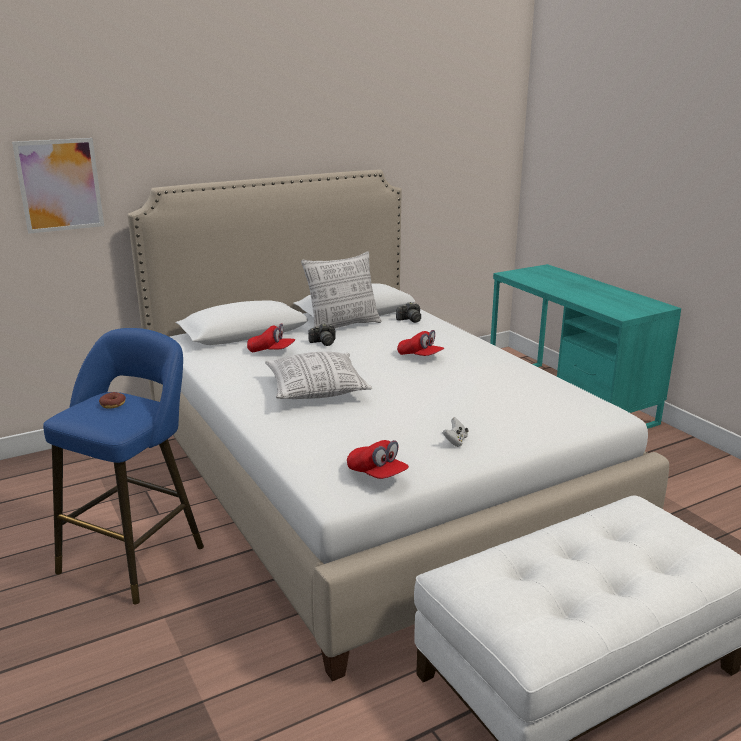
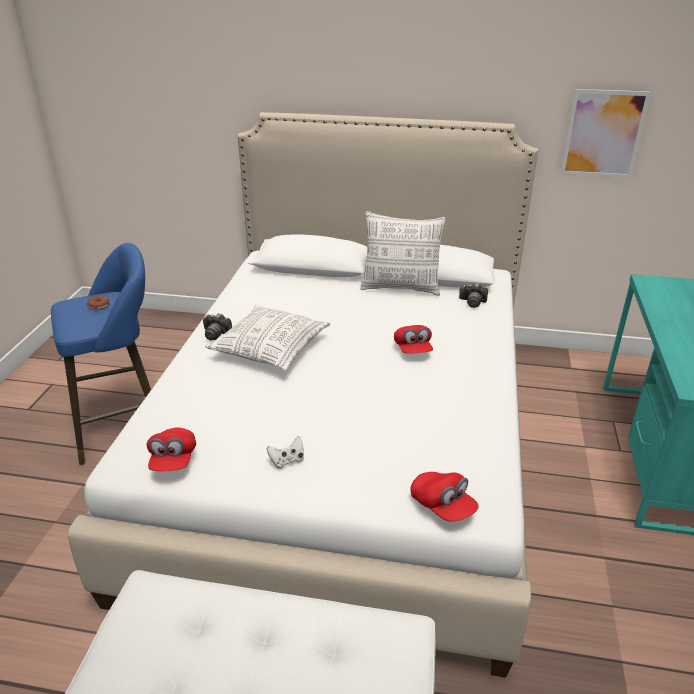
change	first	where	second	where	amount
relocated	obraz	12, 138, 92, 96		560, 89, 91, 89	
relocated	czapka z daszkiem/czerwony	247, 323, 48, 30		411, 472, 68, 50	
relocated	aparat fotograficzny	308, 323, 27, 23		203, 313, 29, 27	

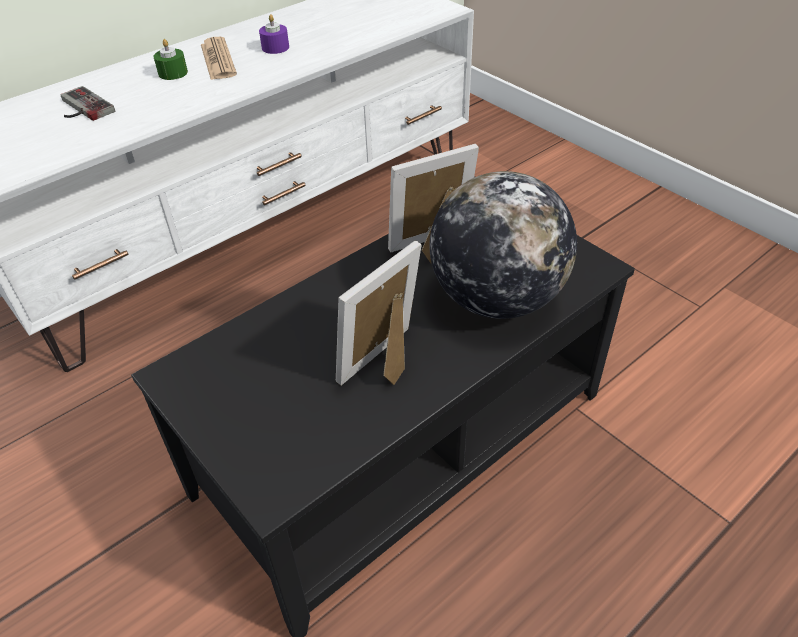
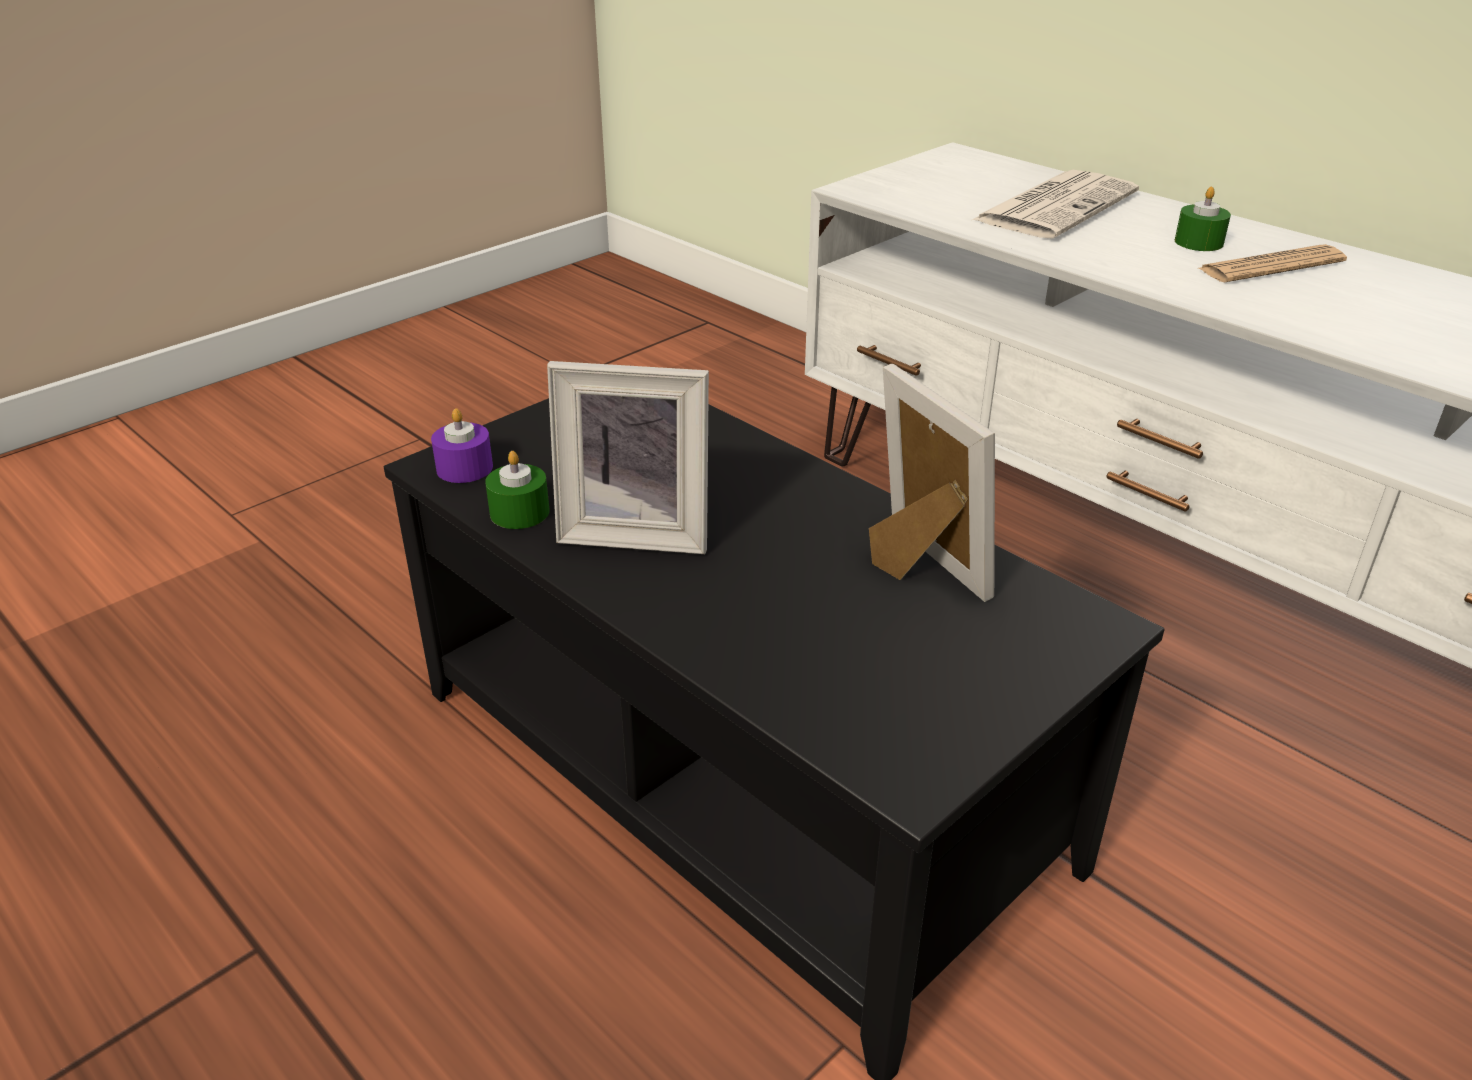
change	first	where	second	where	amount
missing	globus	429, 171, 148, 148			
appeared			świeca/zielony	485, 451, 64, 78	
relocated	świeca/fioletowy	259, 14, 30, 40		431, 408, 62, 75	
exchanged	pad do gier	60, 86, 56, 35	gazeta	972, 170, 167, 69	
spun	ramka na zdjęcie	336, 241, 86, 144		547, 361, 162, 193	150 degrees clockwise

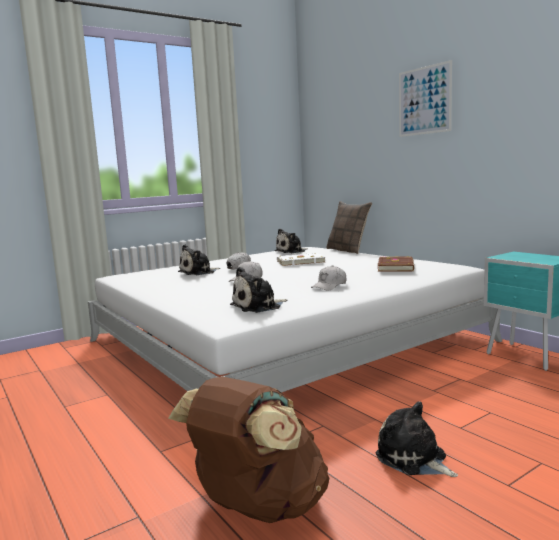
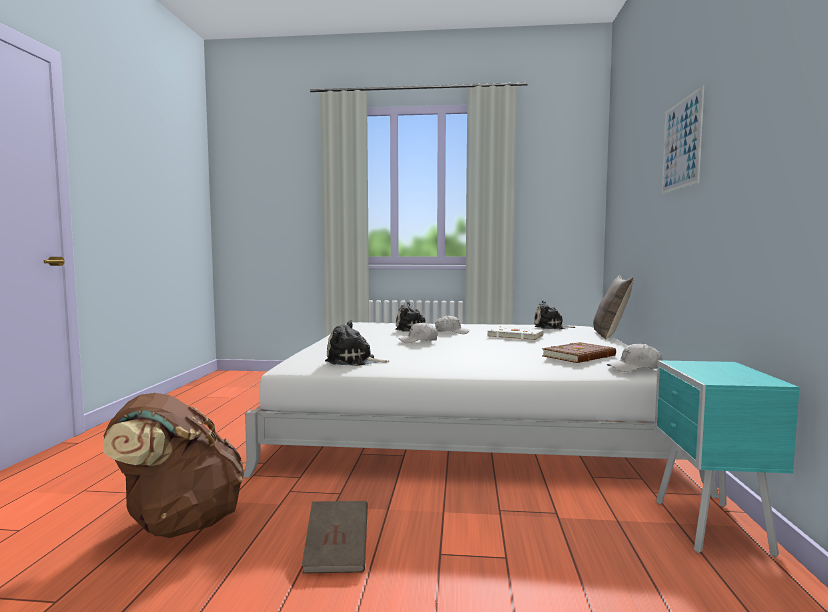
change	first	where	second	where	amount
relocated	czapka z daszkiem/biały	311, 265, 36, 26		607, 343, 56, 29	
exchanged	pluszak	376, 401, 82, 76	książka/brązowy	302, 501, 66, 73	

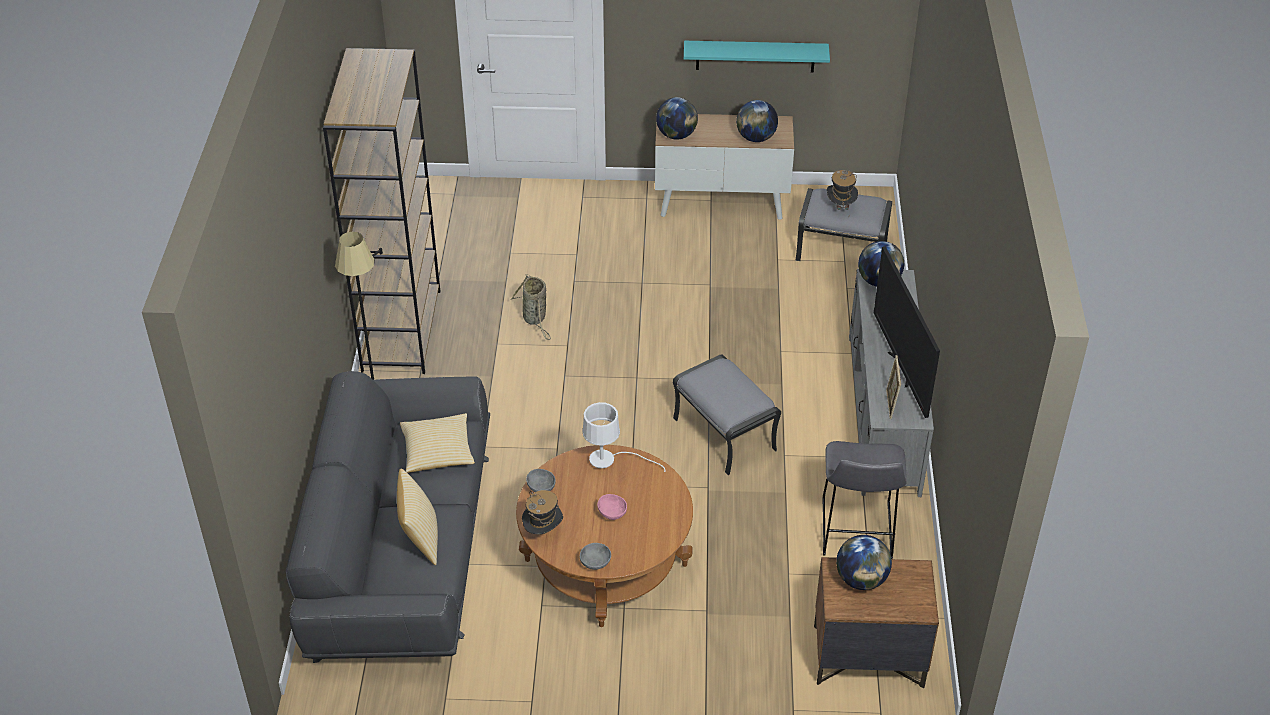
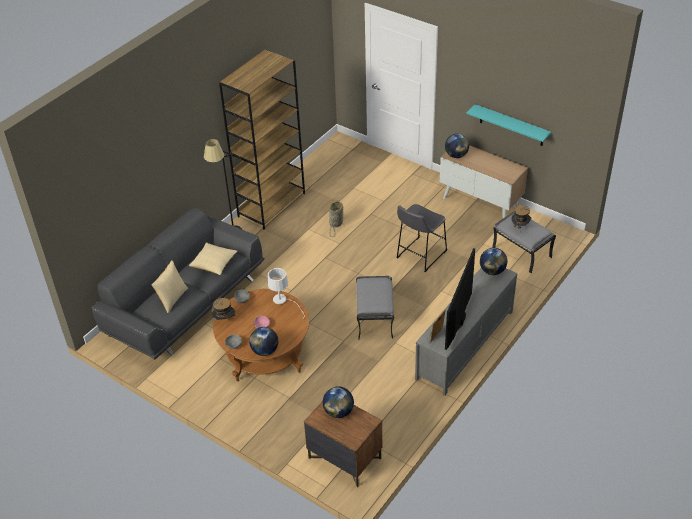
change	first	where	second	where	amount
relocated	globus	736, 100, 42, 42		249, 327, 29, 29	
relocated	stołek/szary	823, 441, 84, 118		396, 204, 51, 68	

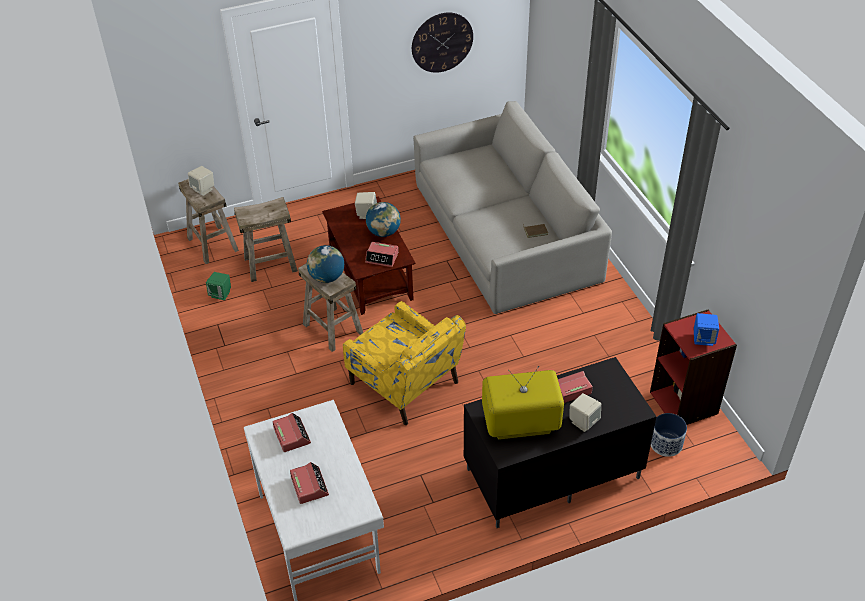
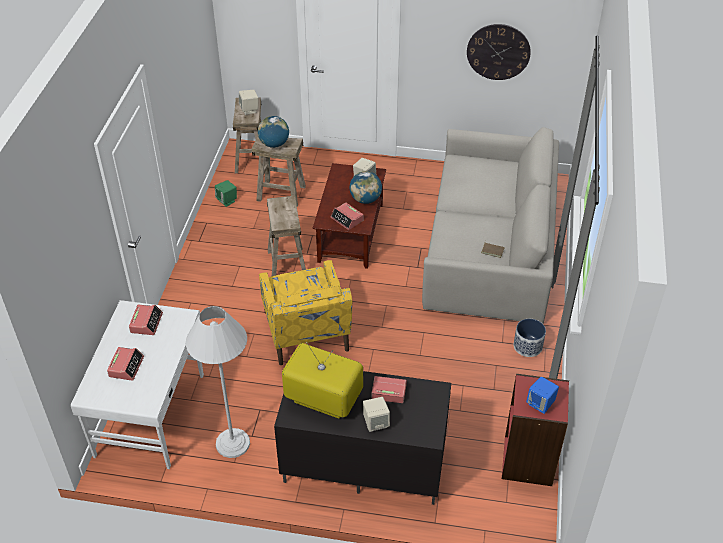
change	first	where	second	where	amount
appeared			lampa stojąca/biały	186, 306, 64, 152	
relocated	globus	307, 245, 37, 38		258, 116, 31, 32	
relocated	donica	651, 413, 36, 44		514, 319, 32, 38	

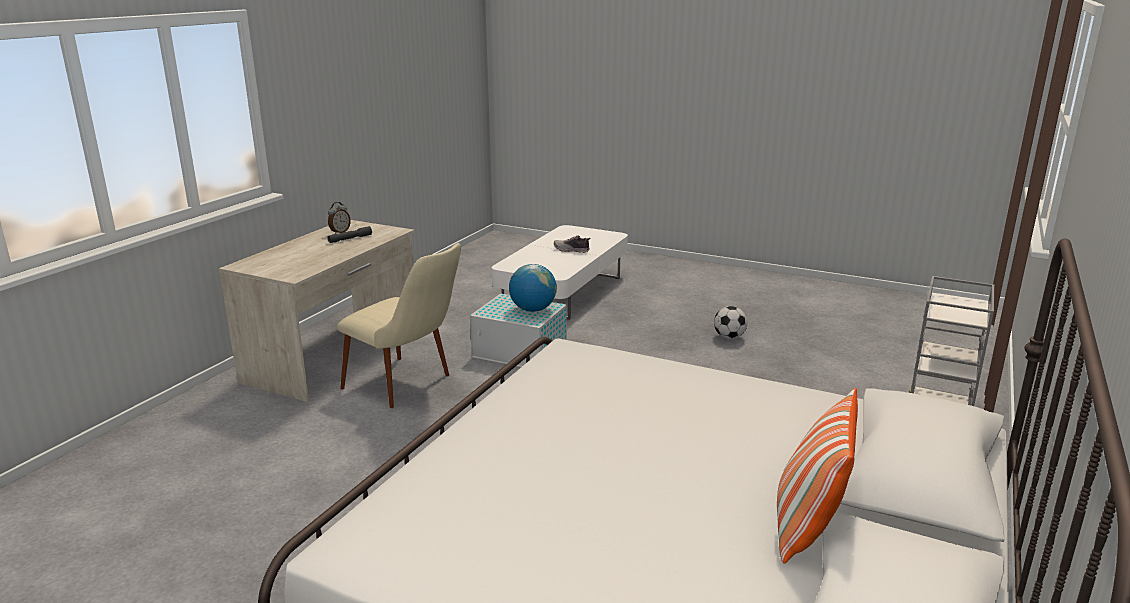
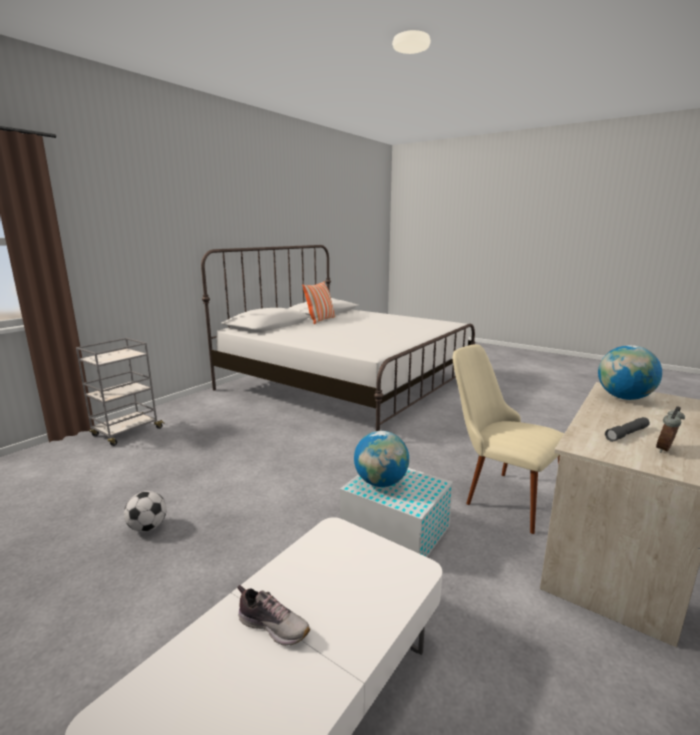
change	first	where	second	where	amount
appeared			globus	598, 345, 64, 55	

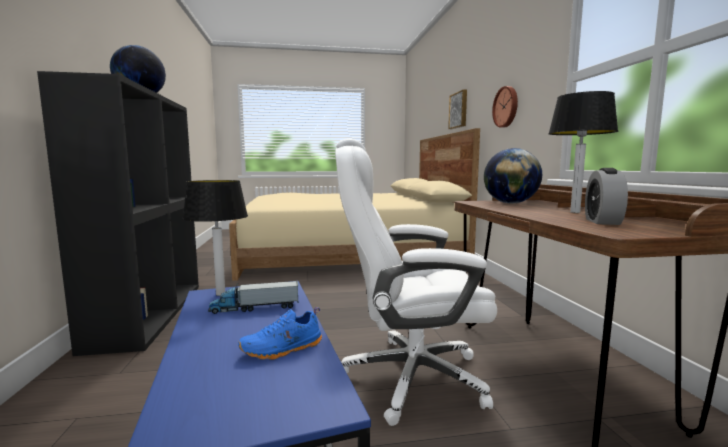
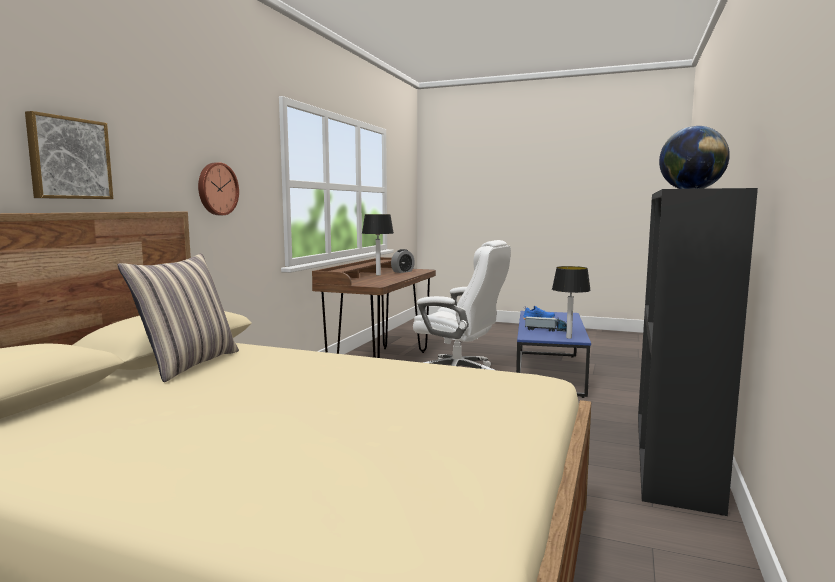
change	first	where	second	where	amount
missing	globus	484, 148, 58, 55			
appeared			poduszka	118, 253, 121, 129	

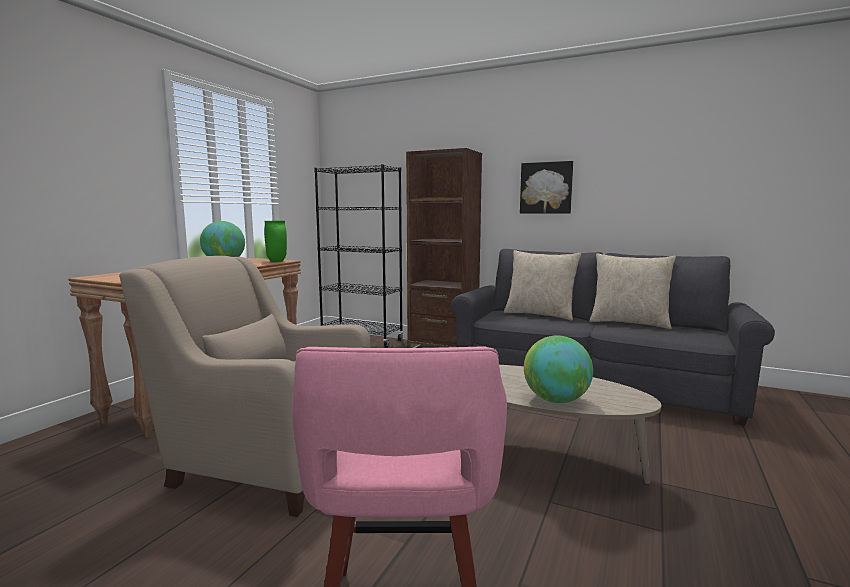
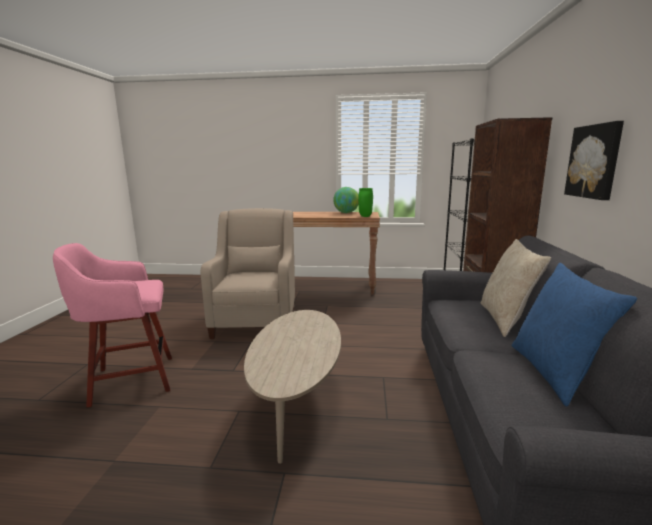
change	first	where	second	where	amount
missing	globus	524, 336, 69, 67			
colour	poduszka/beżowy	590, 254, 86, 75	poduszka/niebieski	512, 263, 125, 144	

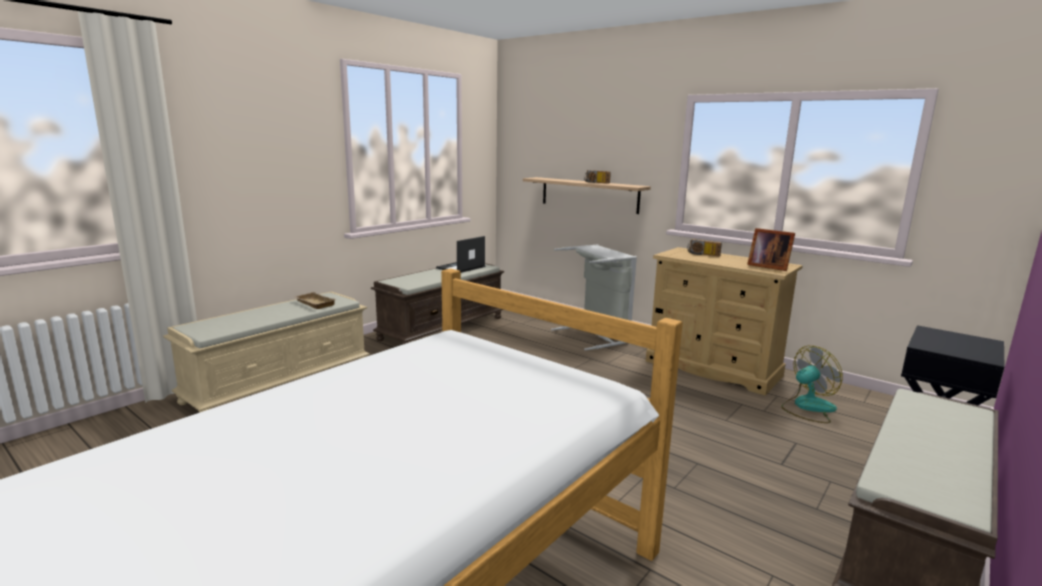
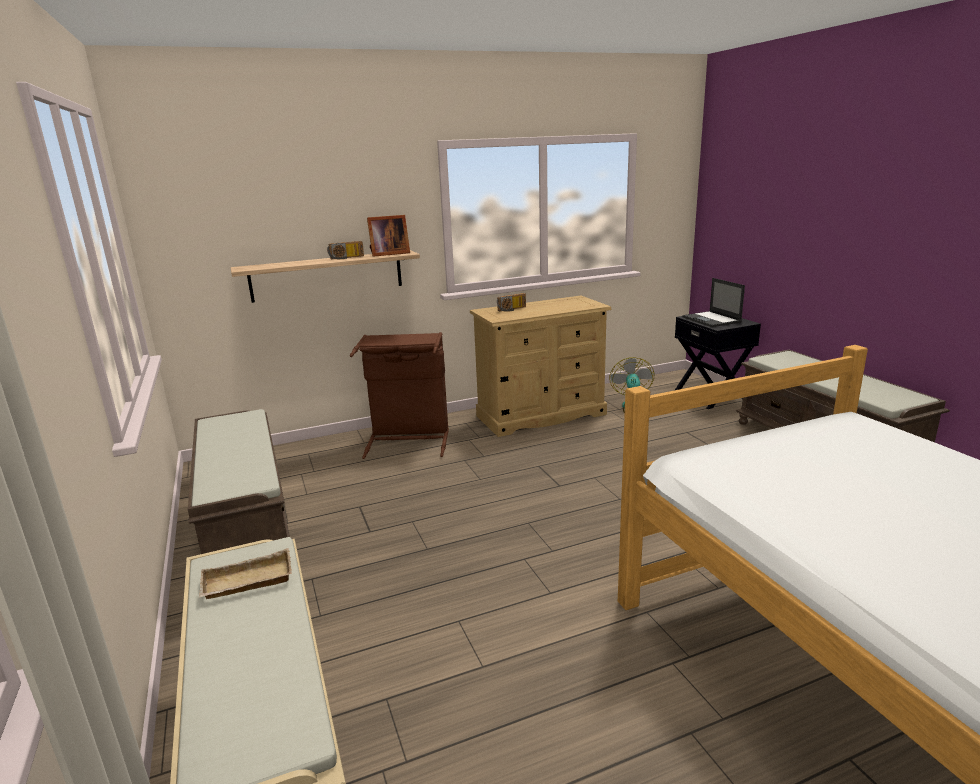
change	first	where	second	where	amount
relocated	laptop	436, 236, 49, 37		682, 278, 63, 49	
relocated	ramka na zdjęcie	747, 228, 48, 43		367, 215, 43, 42	
colour	kosz na pranie/szary	551, 244, 86, 107	kosz na pranie/brązowy	350, 332, 99, 127	

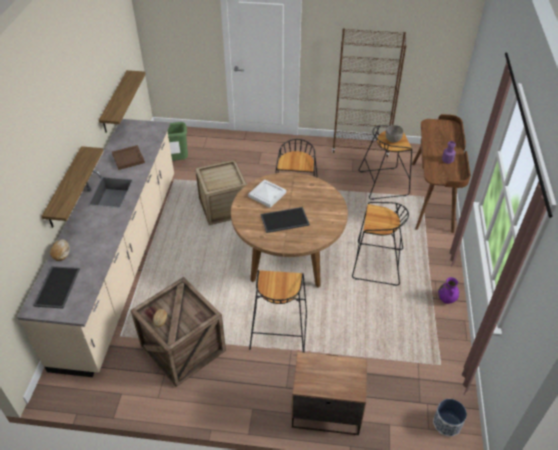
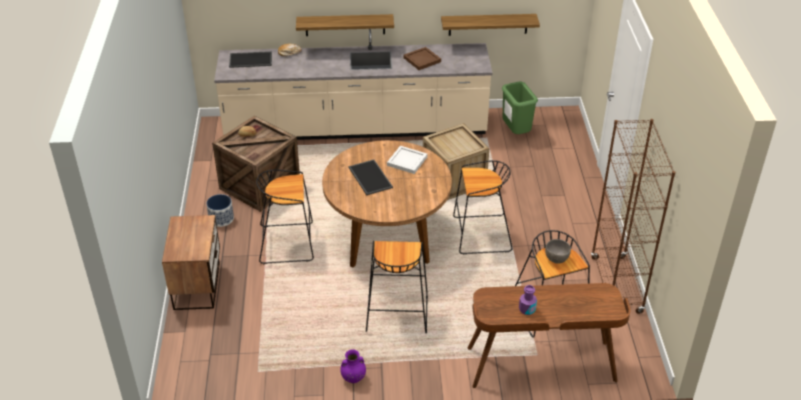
change	first	where	second	where	amount
relocated	donica	433, 399, 34, 38		206, 194, 28, 33	

